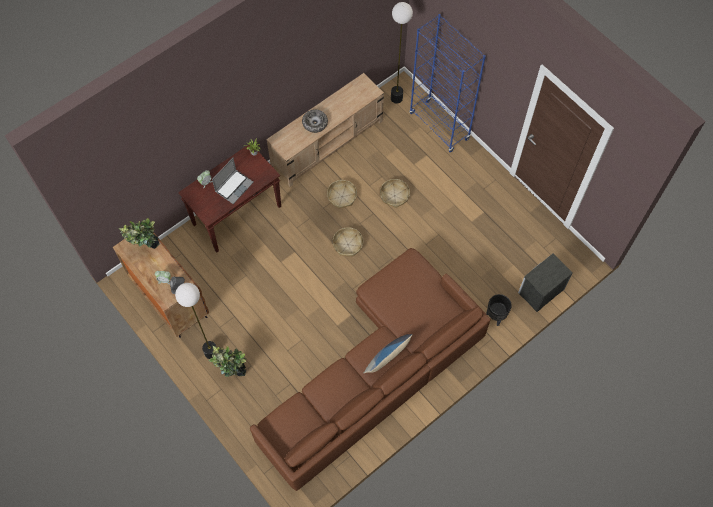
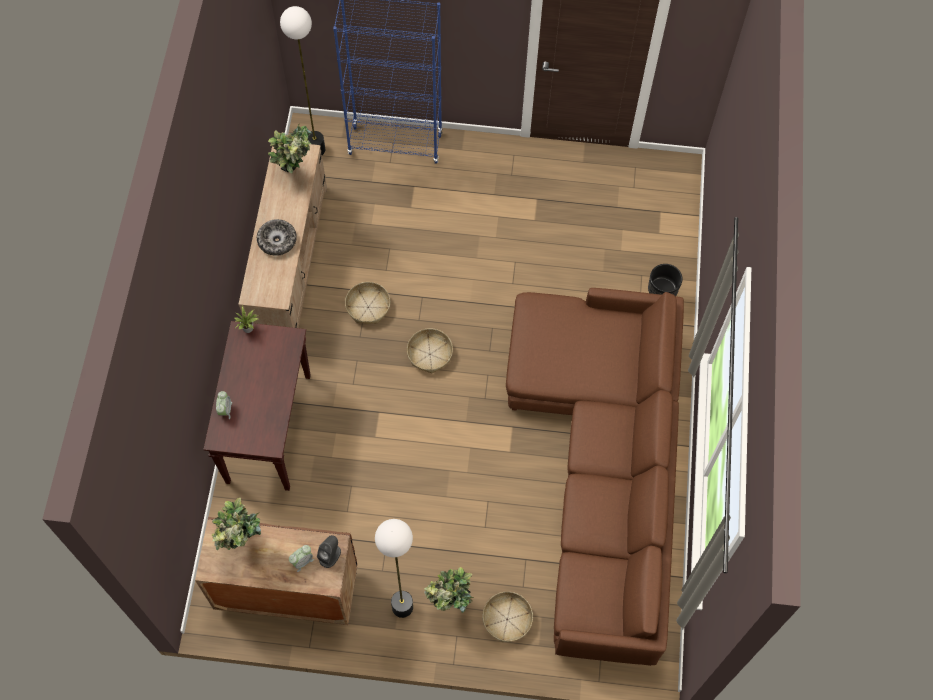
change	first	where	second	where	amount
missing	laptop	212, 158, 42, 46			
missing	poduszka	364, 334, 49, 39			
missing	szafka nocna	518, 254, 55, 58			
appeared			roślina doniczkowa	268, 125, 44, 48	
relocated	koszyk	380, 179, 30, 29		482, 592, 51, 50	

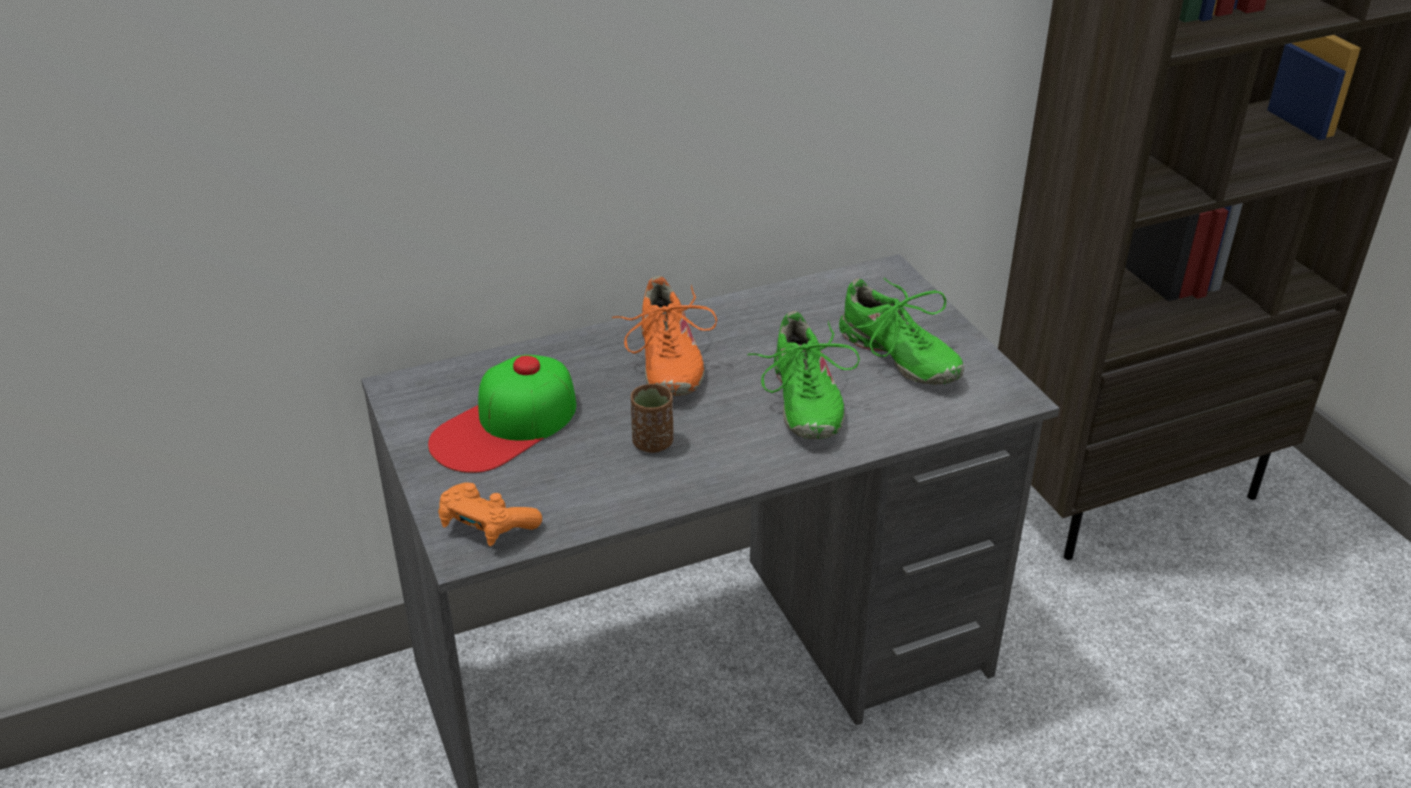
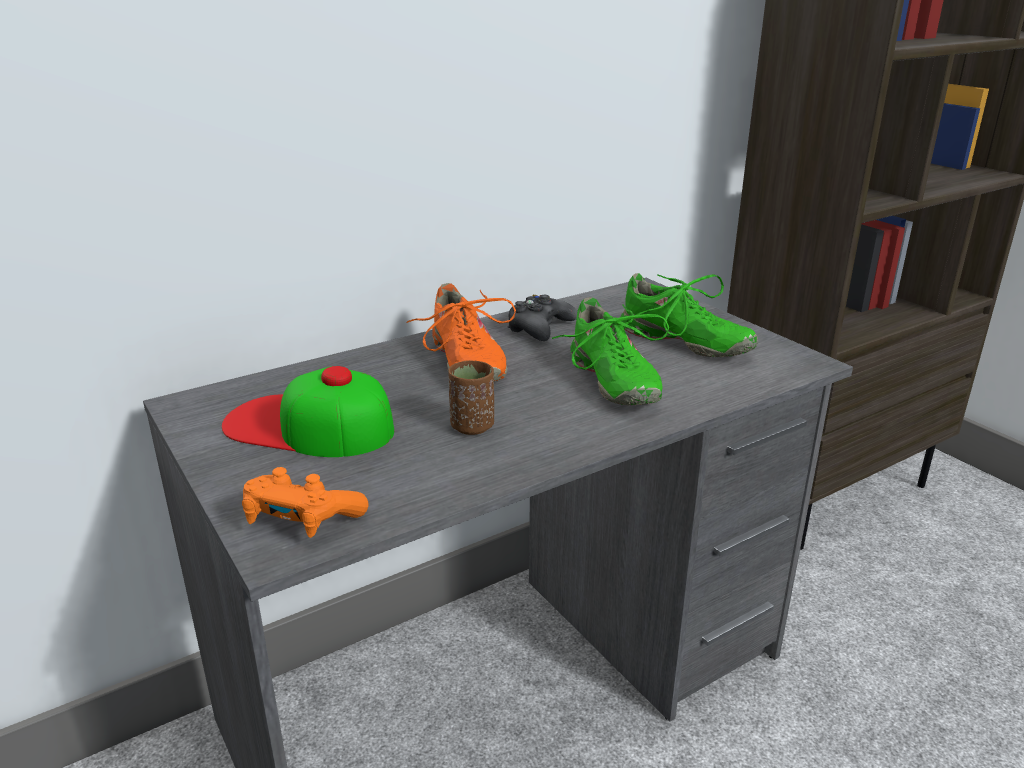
change	first	where	second	where	amount
appeared			pad do gier/czarny	508, 295, 69, 46	
spun	czapka z daszkiem	428, 355, 148, 118		222, 366, 172, 91	75 degrees clockwise

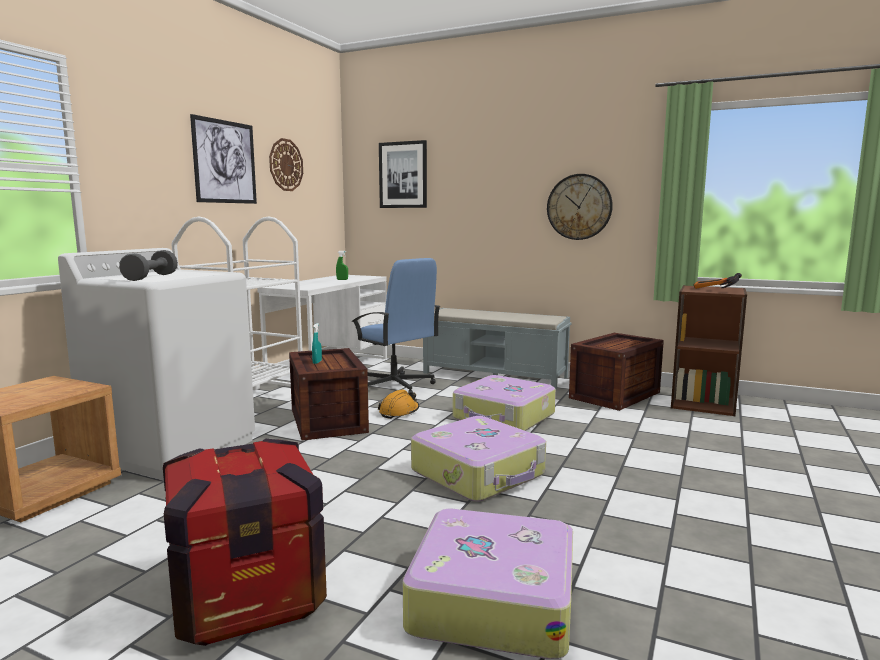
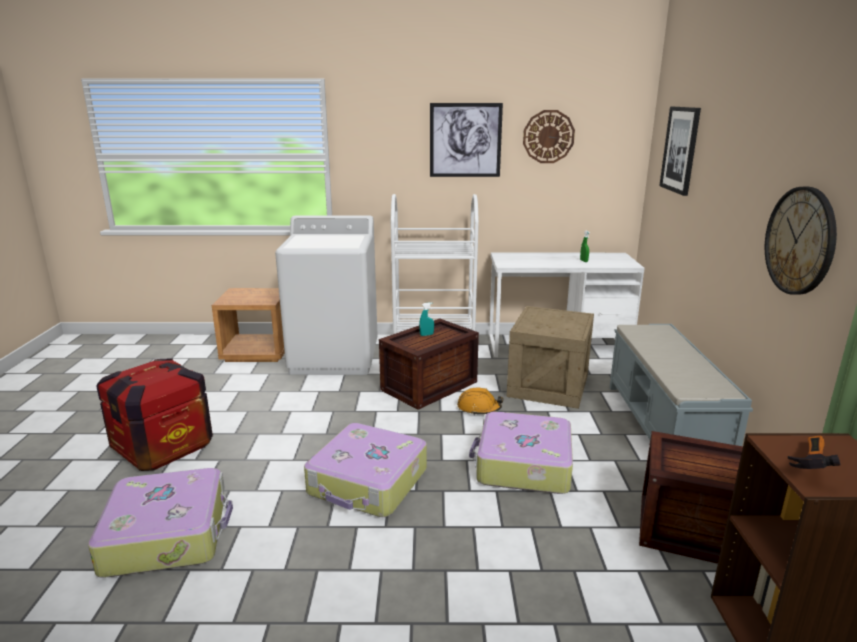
change	first	where	second	where	amount
missing	hantel/szary	119, 250, 59, 31			
exchanged	krzesło biurowe/niebieski	352, 258, 89, 136	skrzynka	506, 306, 88, 103	

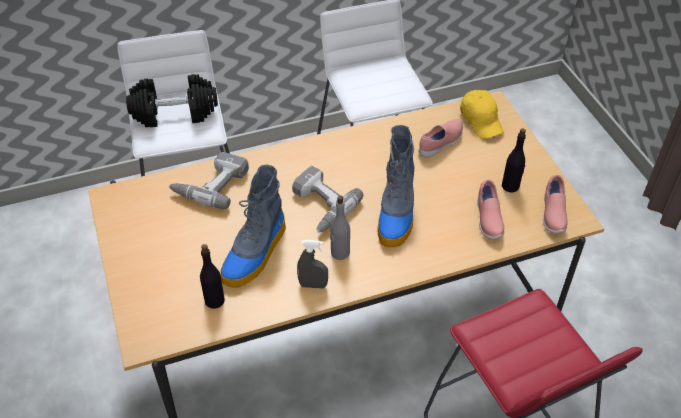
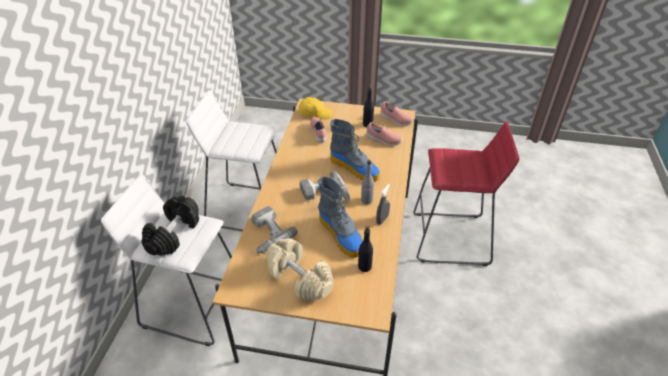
change	first	where	second	where	amount
appeared			hantel/beżowy	266, 238, 68, 63	

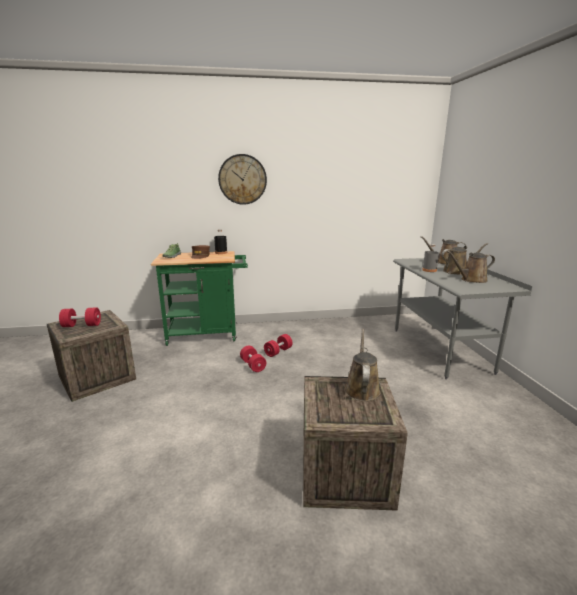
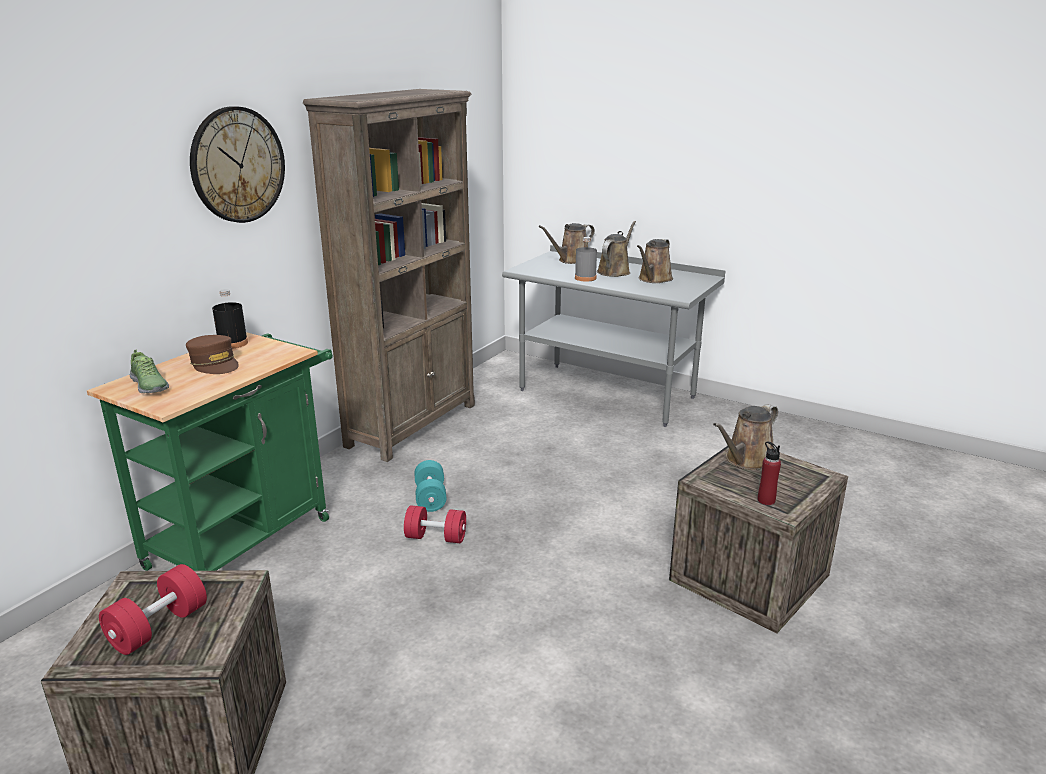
change	first	where	second	where	amount
appeared			regał/brązowy	303, 89, 172, 373	
appeared			butelka/czerwony	758, 442, 23, 63	
colour	hantel/czerwony	264, 334, 29, 23	hantel/turkusowy	414, 460, 33, 52	
spun	konewka/brązowy	344, 329, 36, 73		713, 404, 65, 66	90 degrees counterclockwise

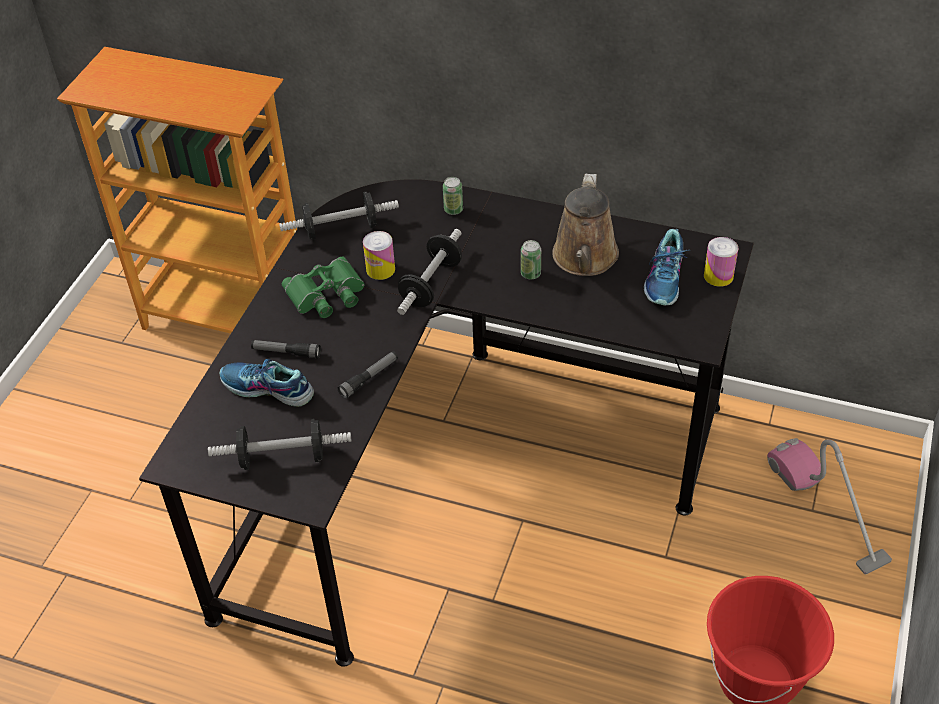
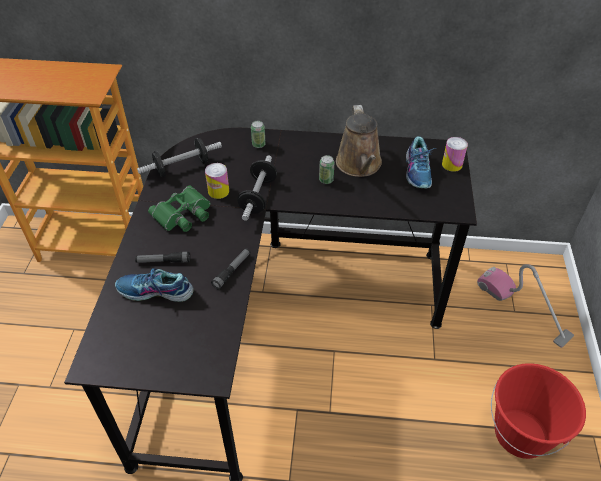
change	first	where	second	where	amount
missing	hantel	208, 419, 143, 51			

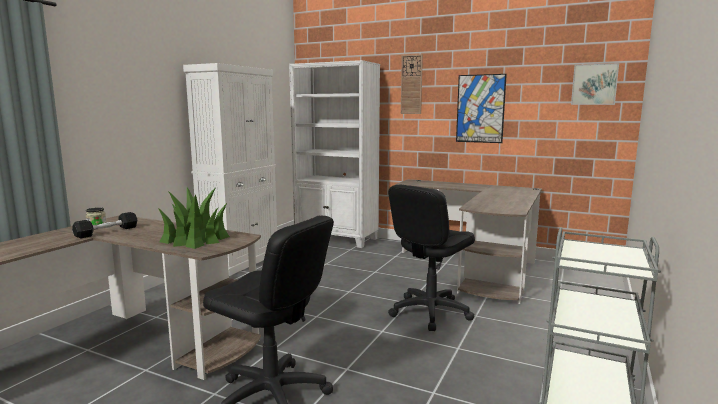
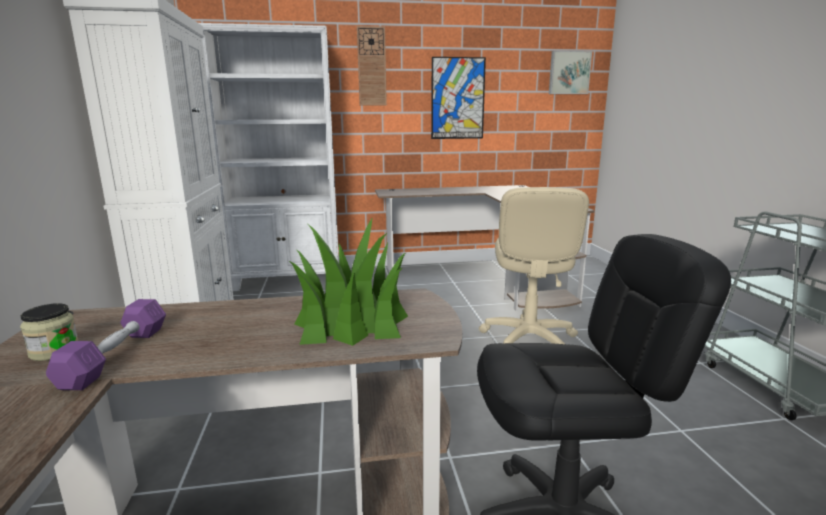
change	first	where	second	where	amount
colour	hantel/czarny	72, 212, 65, 26	hantel/fioletowy	46, 299, 120, 91	
colour	krzesło biurowe/czarny	388, 185, 87, 146	krzesło biurowe/beżowy	479, 187, 110, 157	

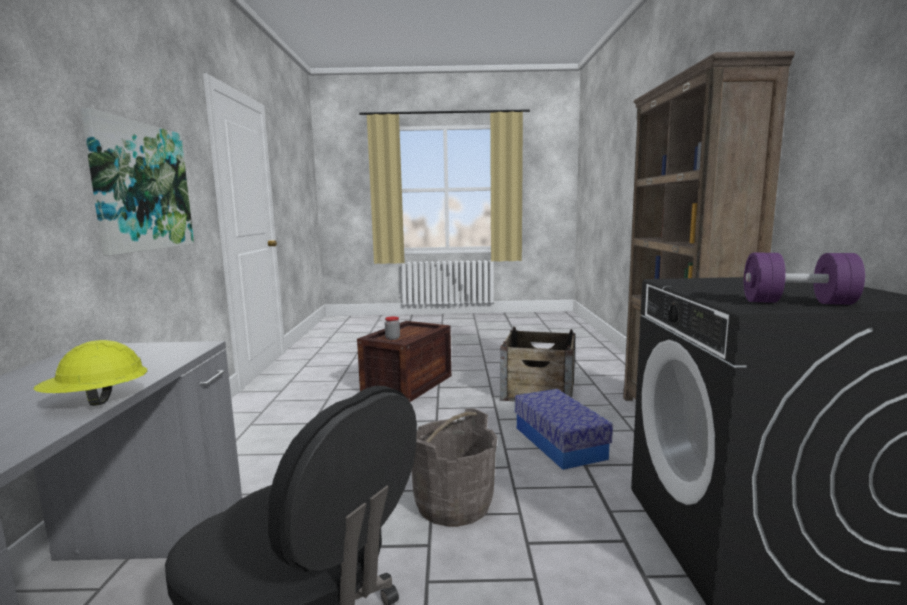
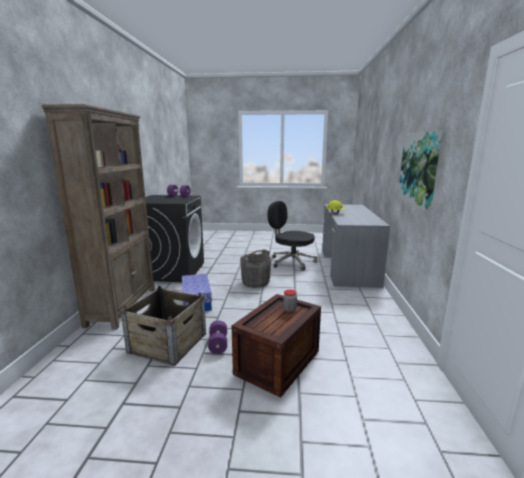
change	first	where	second	where	amount
appeared			hantel/fioletowy	208, 320, 19, 34	

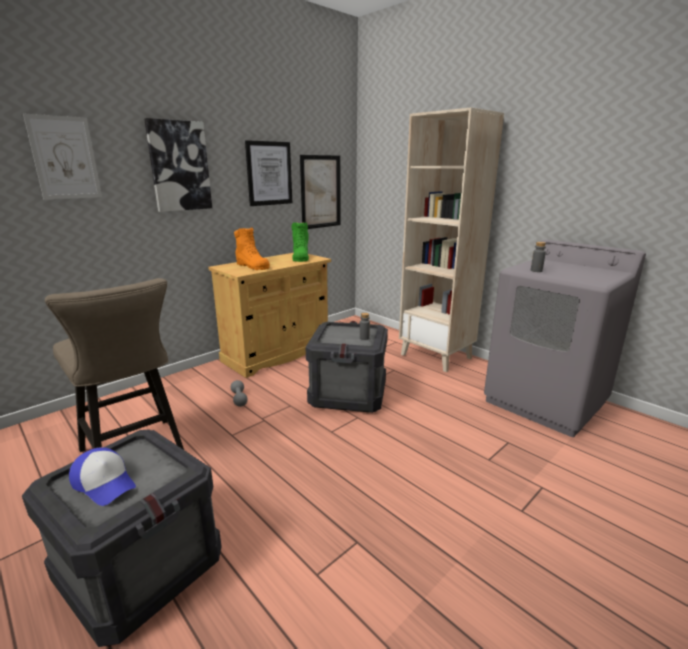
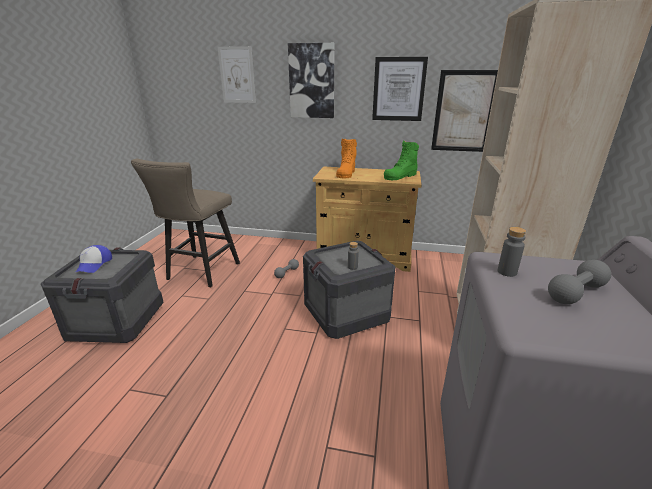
change	first	where	second	where	amount
appeared			hantel/szary	548, 260, 63, 44	

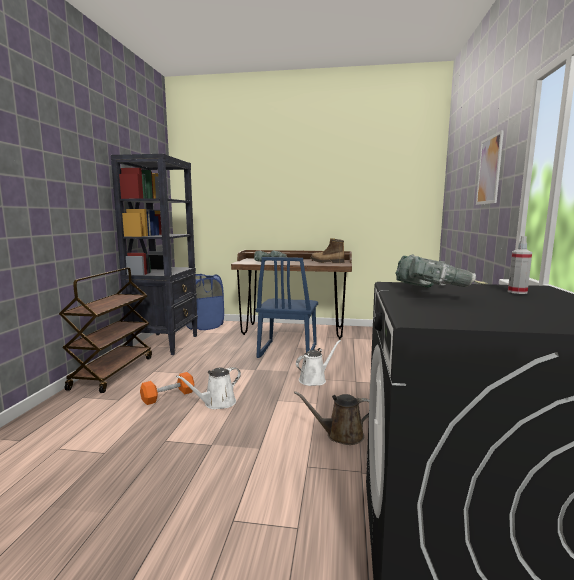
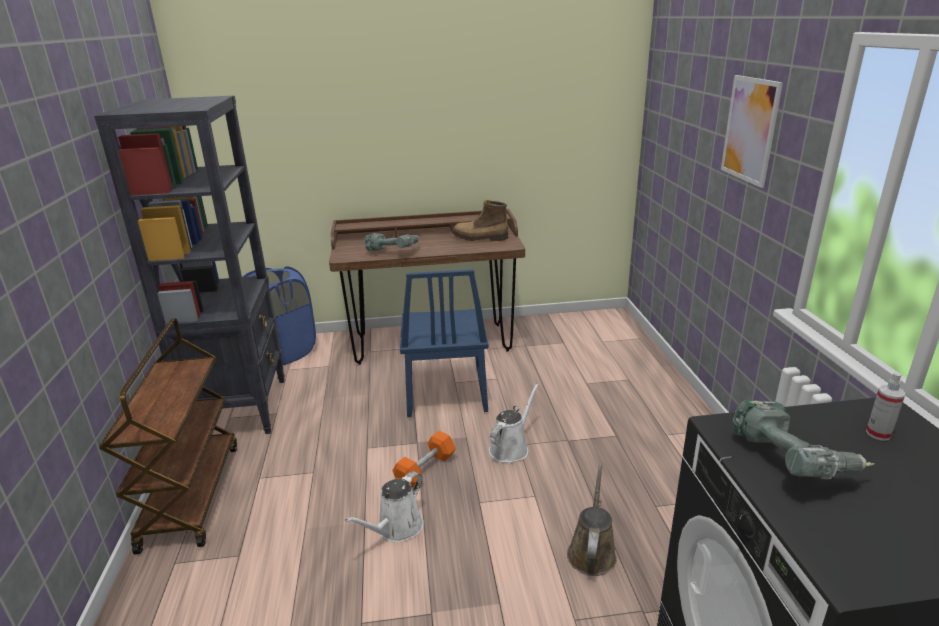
change	first	where	second	where	amount
relocated	hantel/pomarańczowy	140, 372, 54, 33		392, 431, 64, 57	
spun	konewka/brązowy	294, 391, 75, 54		567, 462, 50, 114	120 degrees clockwise

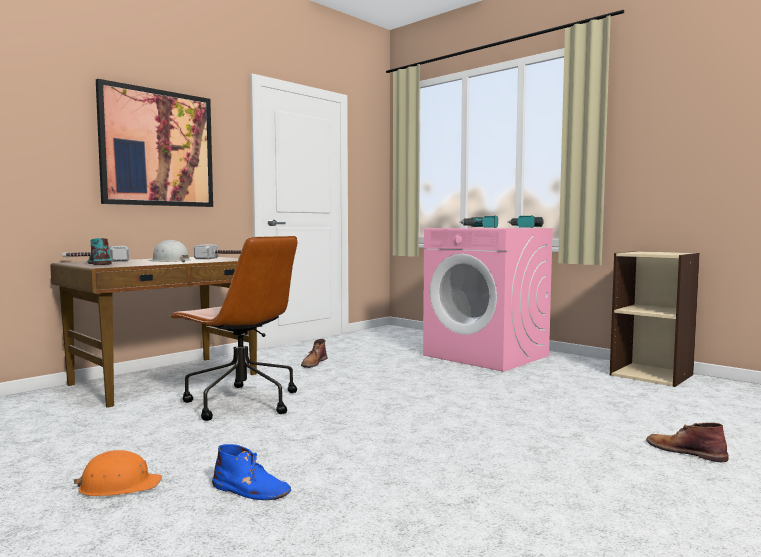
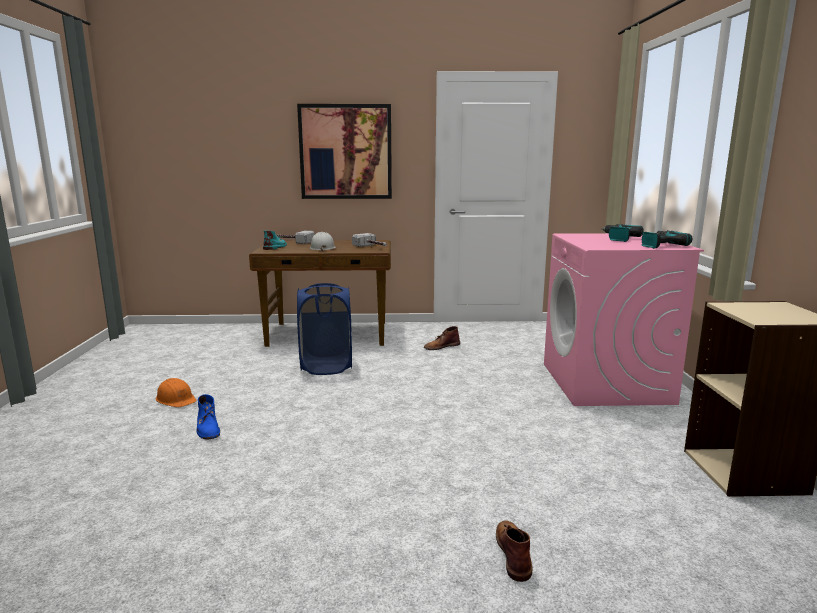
change	first	where	second	where	amount
exchanged	krzesło biurowe/brązowy	169, 236, 128, 185	kosz na pranie/niebieski	297, 283, 55, 92	

